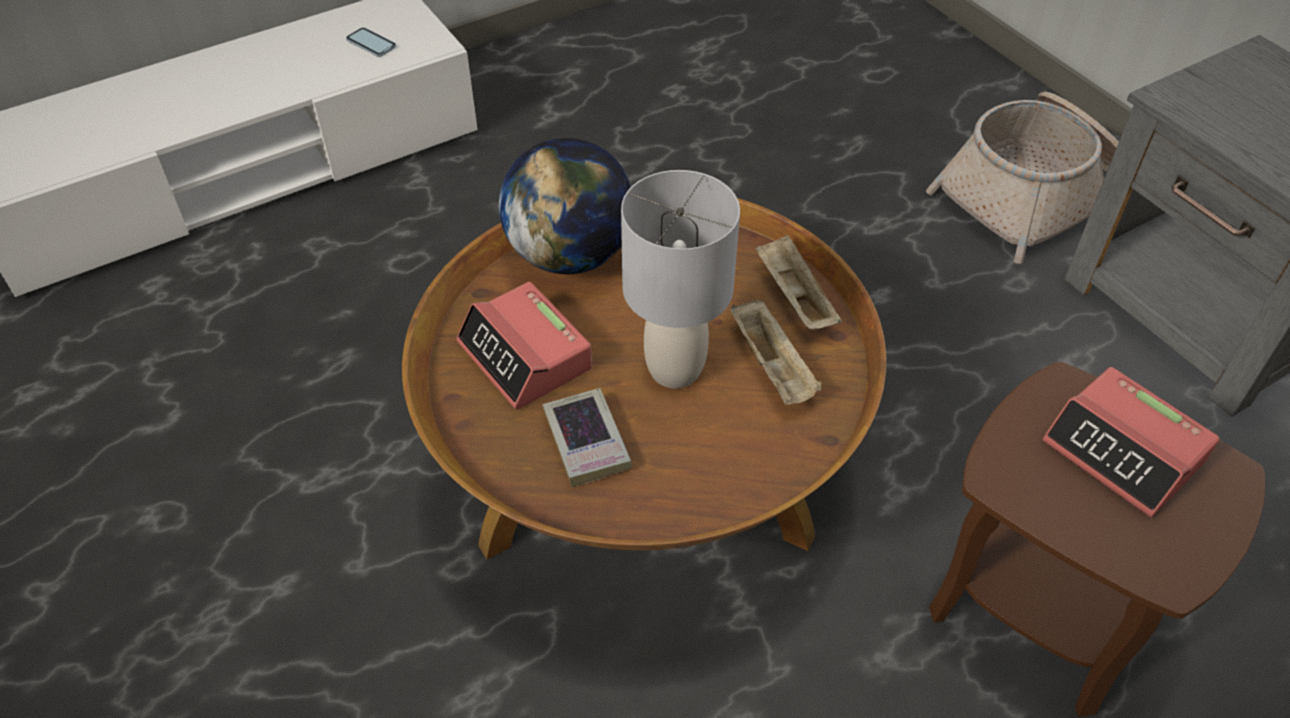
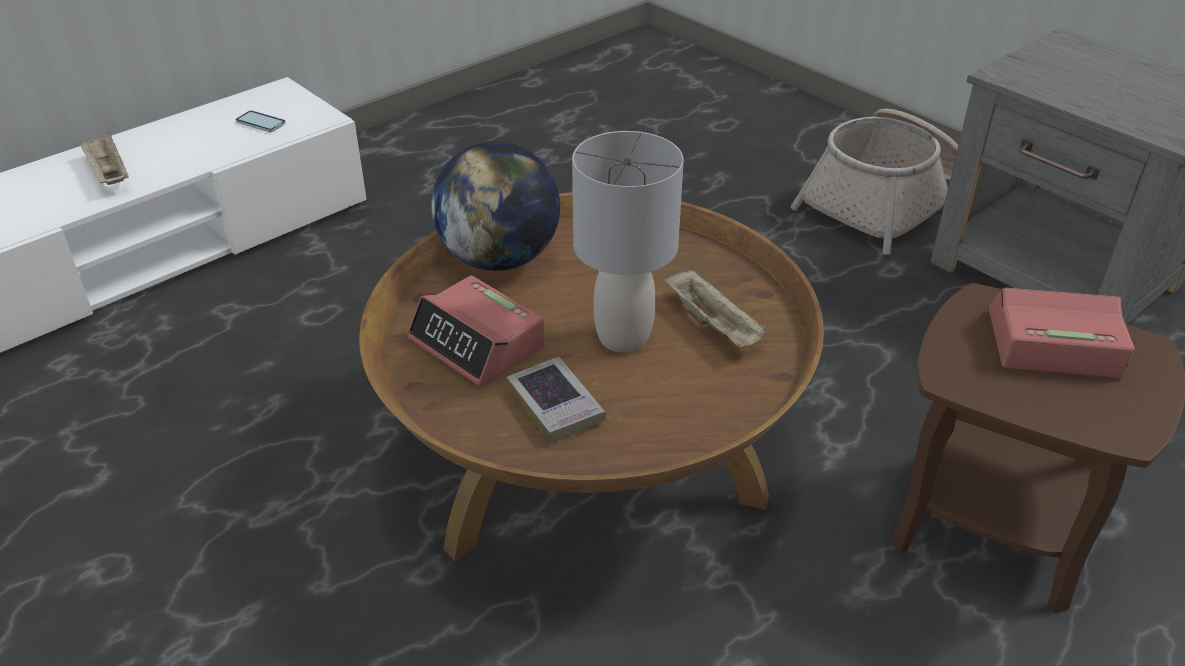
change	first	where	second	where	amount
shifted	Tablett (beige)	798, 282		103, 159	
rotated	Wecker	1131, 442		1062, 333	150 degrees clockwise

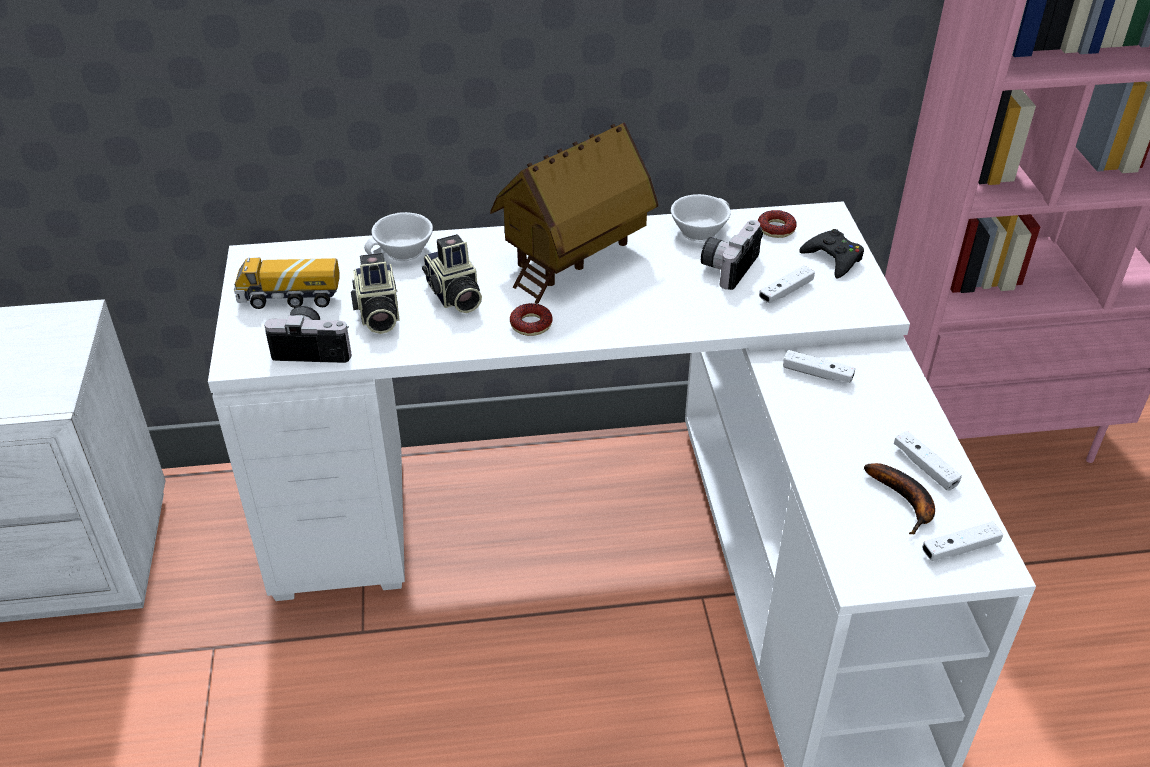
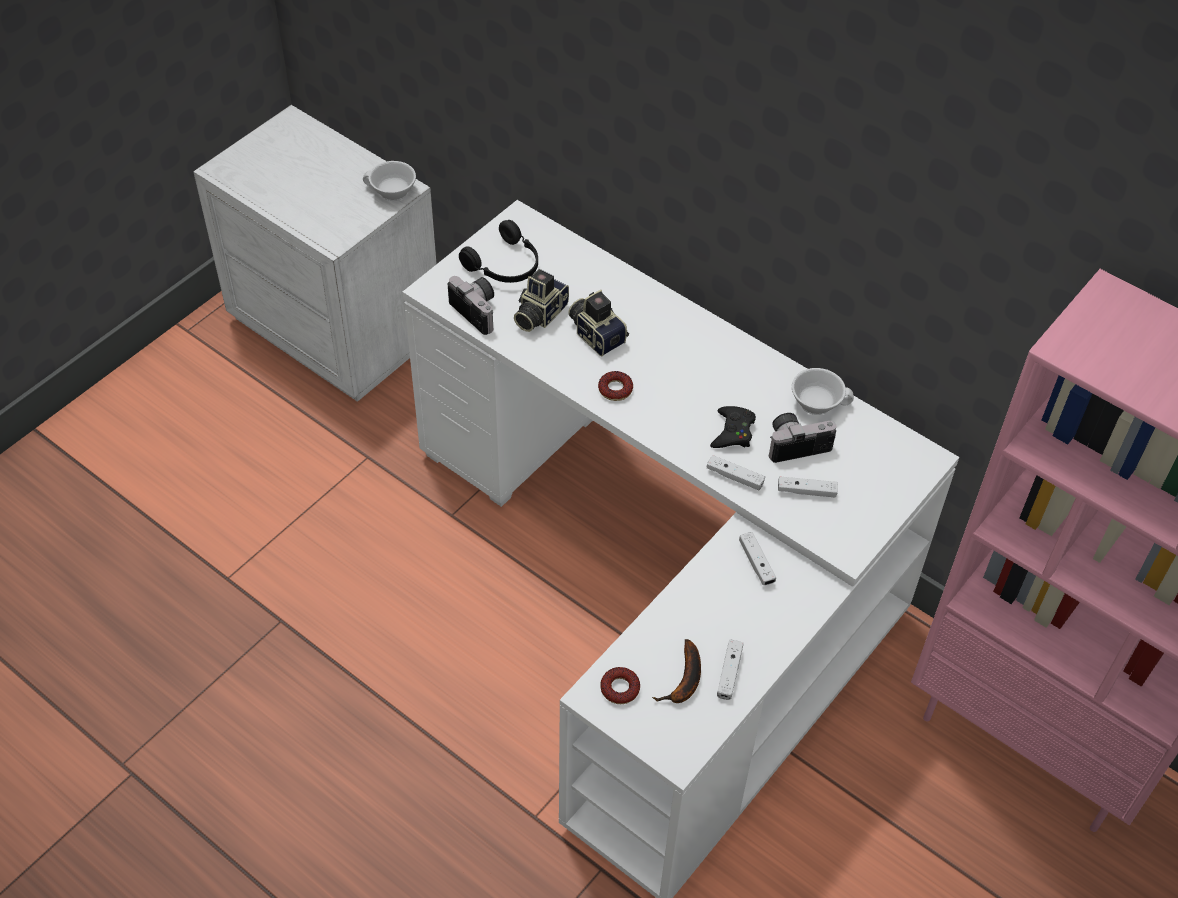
change	first	where	second	where	amount
gone	Spielzeughaus	574, 213			
shifted	Tasse (weiß)	398, 236		389, 181	
shifted	Donut	777, 224		620, 685	
shifted	Gamepad (schwarz)	831, 253		733, 427	
shifted	Gamepad (weiß)	962, 541		736, 472	
swapped	Spielzeuglaster	287, 283	Kopfhörer (schwarz)	498, 251	
rotated	Kamera	452, 273		598, 323	120 degrees clockwise

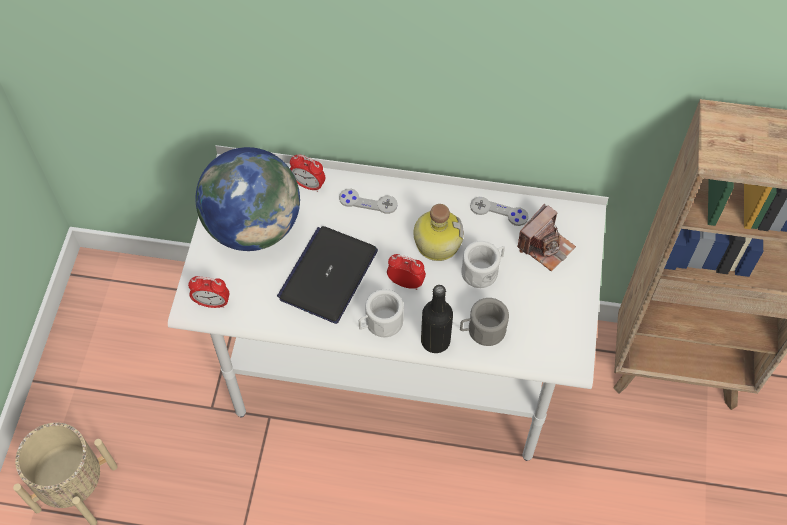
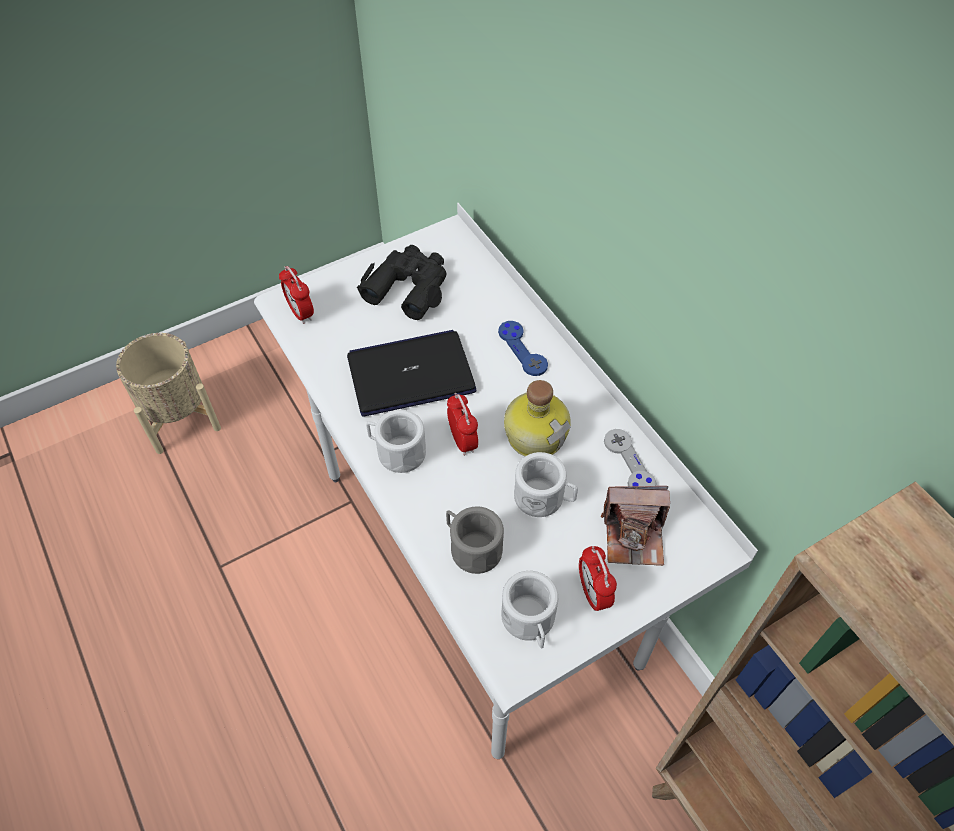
change	first	where	second	where	amount
gone	Flasche (schwarz)	437, 319			
new			Henkelbecher (weiß)	529, 609	
shifted	Wecker	307, 173		598, 578	
swapped	Globus	247, 199	Fernglas (schwarz)	401, 282	
repainted	Gamepad (grau)	368, 201	Gamepad (blau)	523, 348	

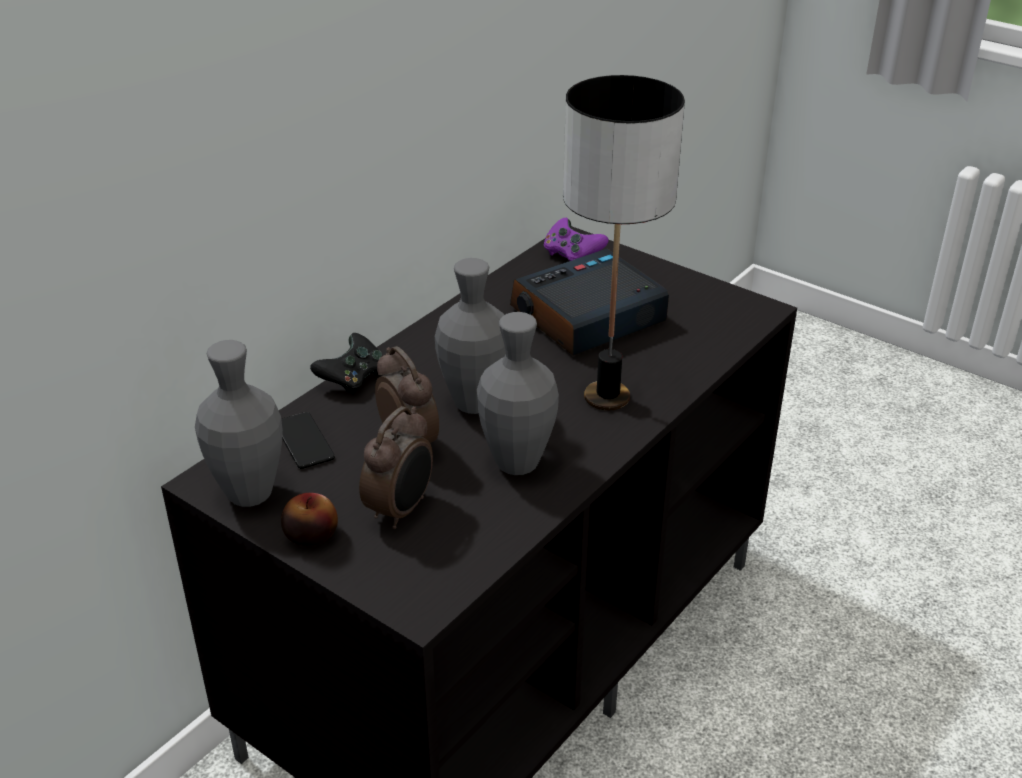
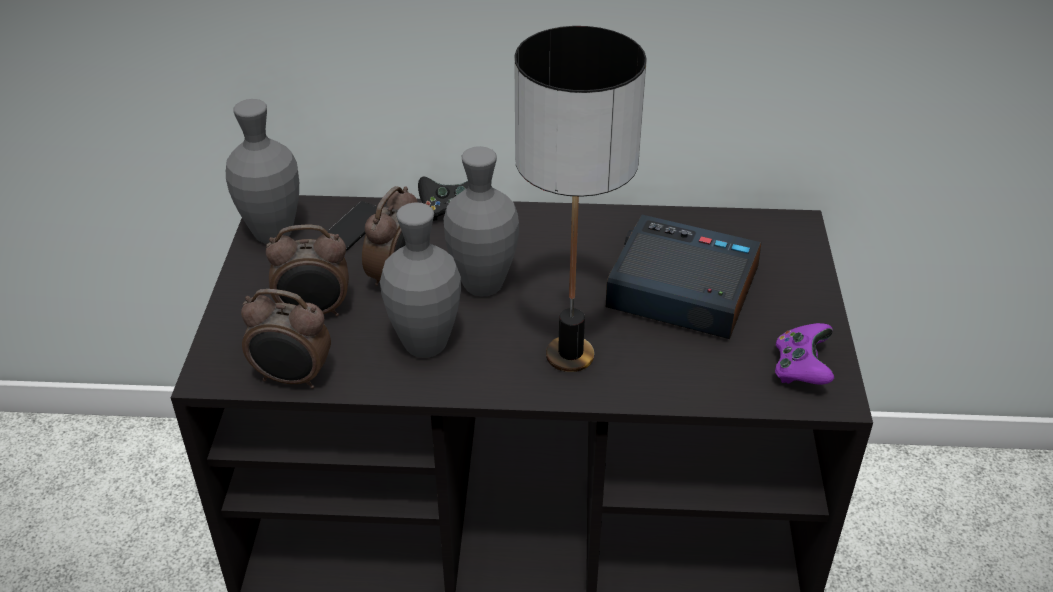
change	first	where	second	where	amount
gone	Apfel	309, 519			
new			Wecker	286, 339	
shifted	Gamepad (lila)	576, 239		804, 354	

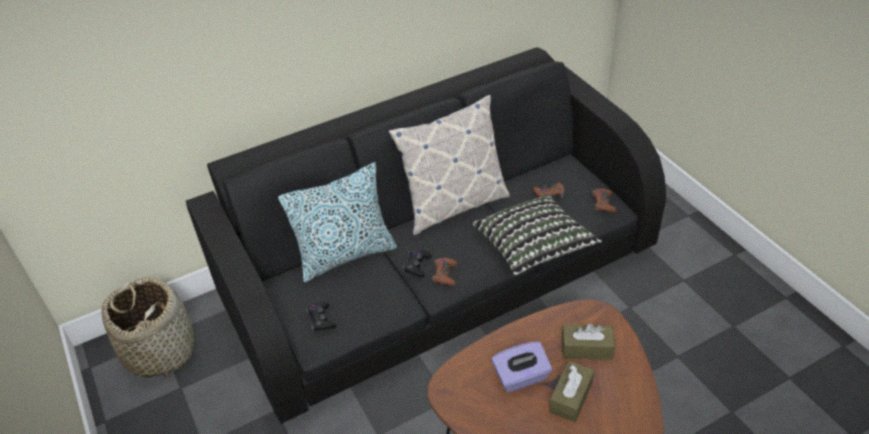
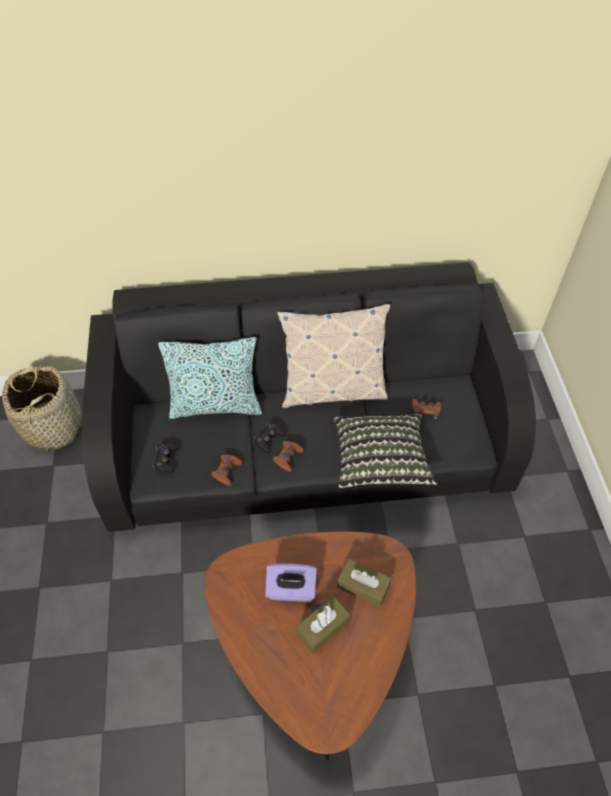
change	first	where	second	where	amount
shifted	Gamepad (braun)	604, 201		227, 470	

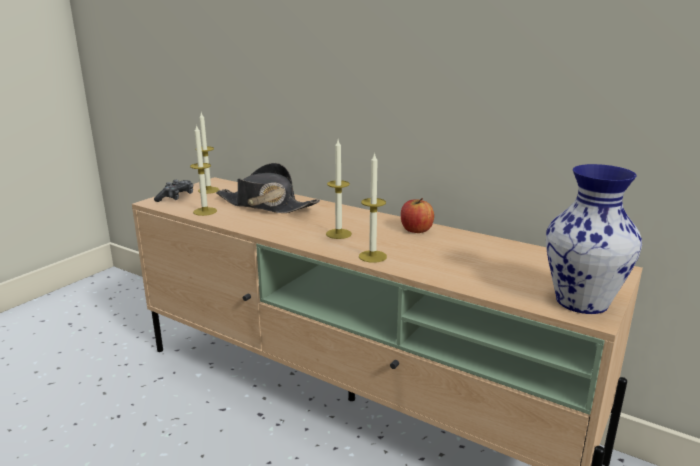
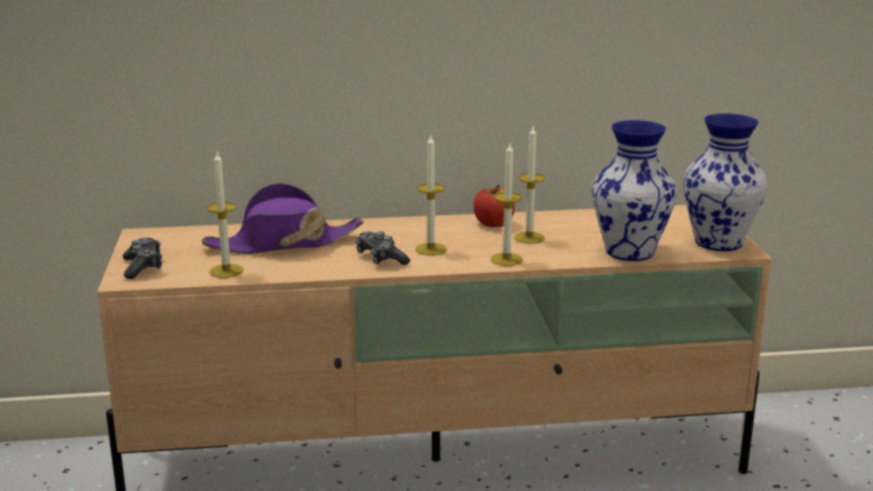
change	first	where	second	where	amount
new			Gamepad	382, 248	
new			Vase	634, 190	
shifted	Kerze	207, 153		529, 185	
repainted	Hut (schwarz)	268, 188	Hut (lila)	283, 218	

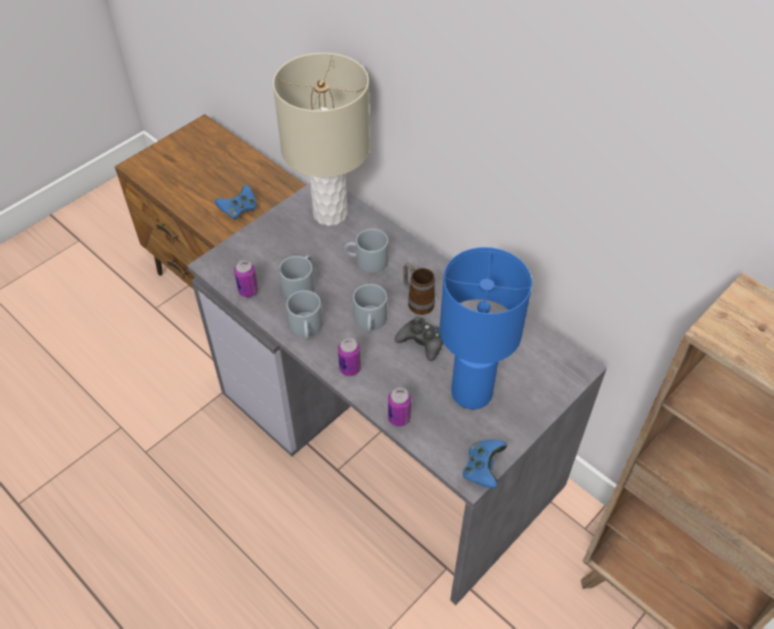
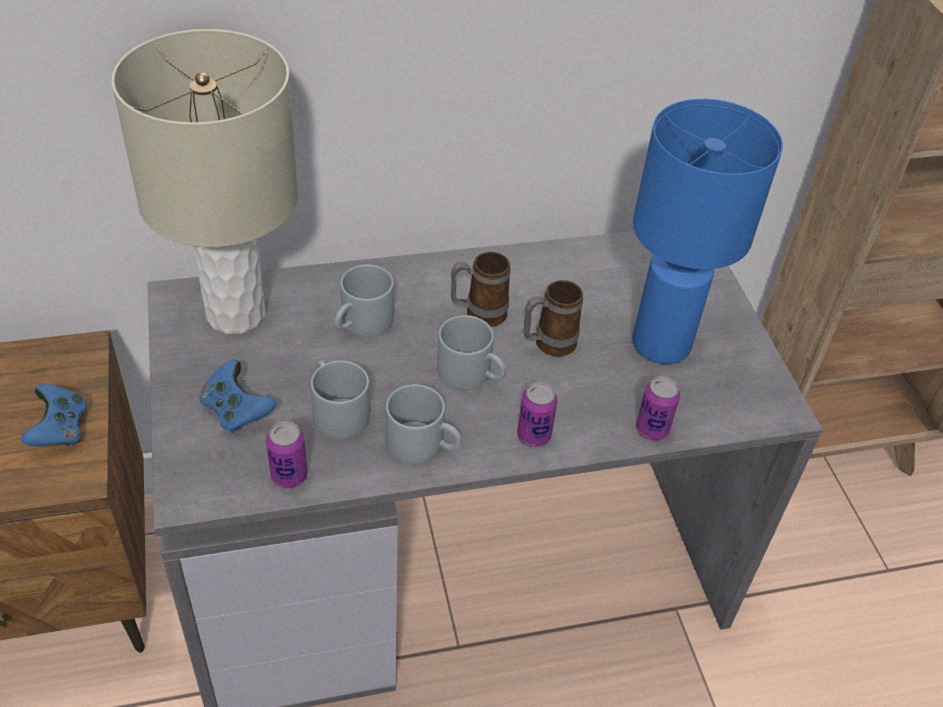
change	first	where	second	where	amount
shifted	Gamepad (blau)	485, 464		237, 396	
swapped	Gamepad (schwarz)	419, 338	Henkelbecher	553, 318	

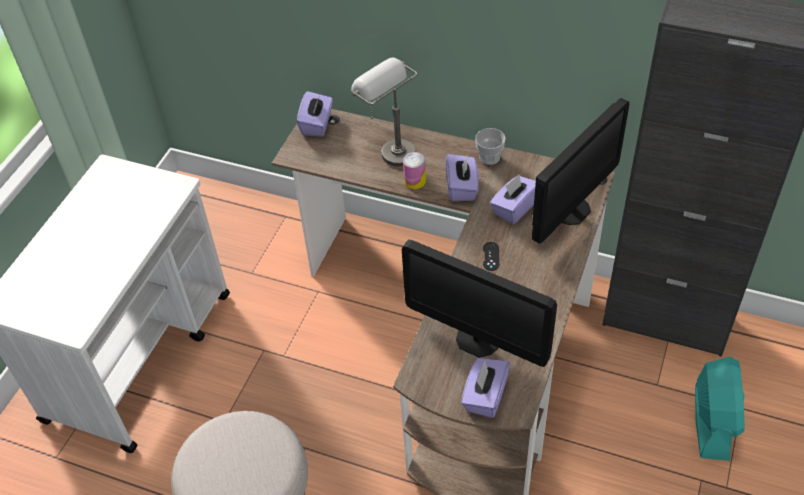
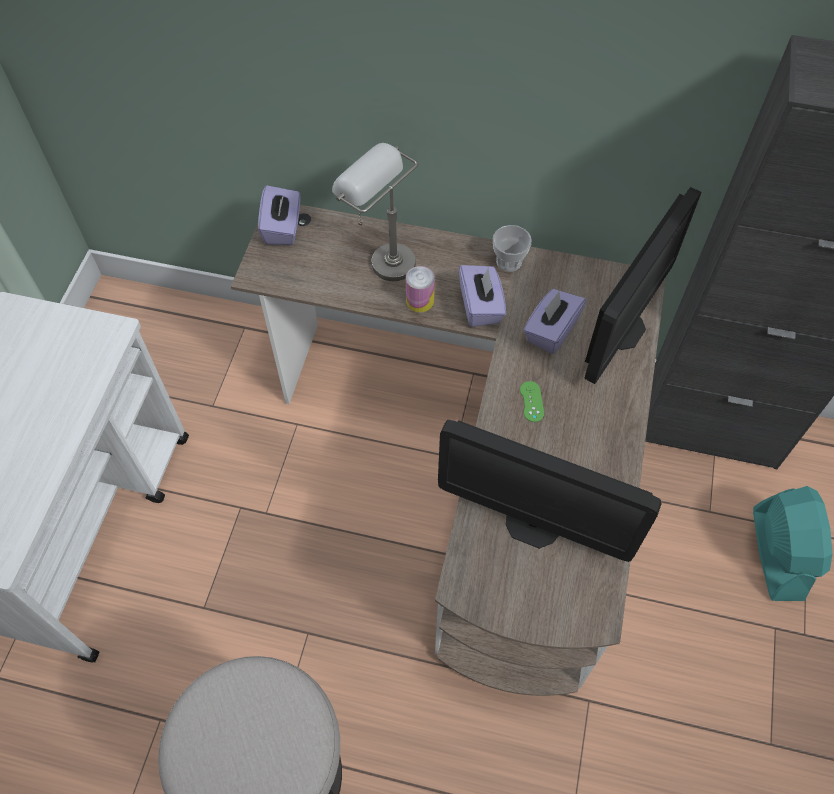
change	first	where	second	where	amount
gone	Taschentuchbox (lila)	485, 388			
repainted	Gamepad (schwarz)	491, 256	Gamepad (grün)	532, 401	

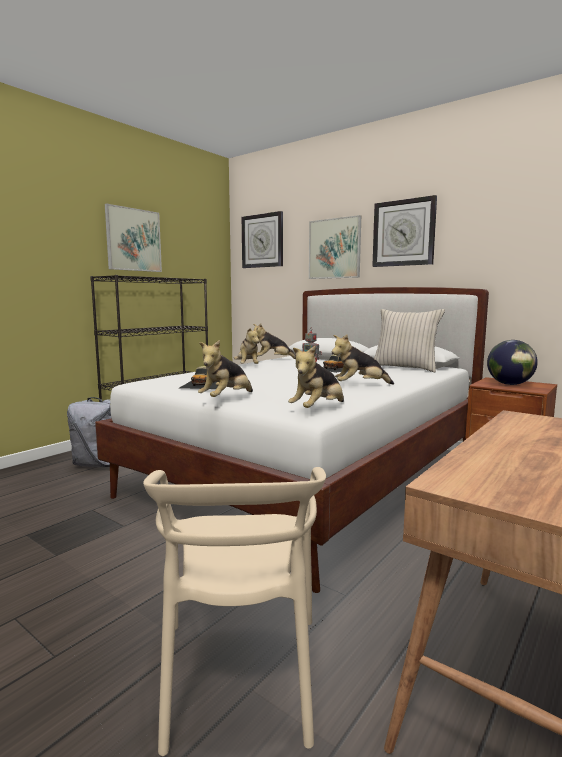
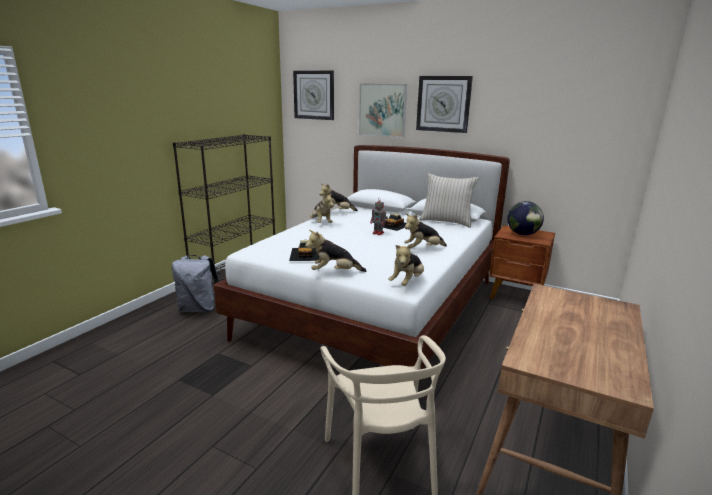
change	first	where	second	where	amount
gone	Bild	133, 238			
rotated	Plüschtier	225, 368		336, 251	60 degrees clockwise

